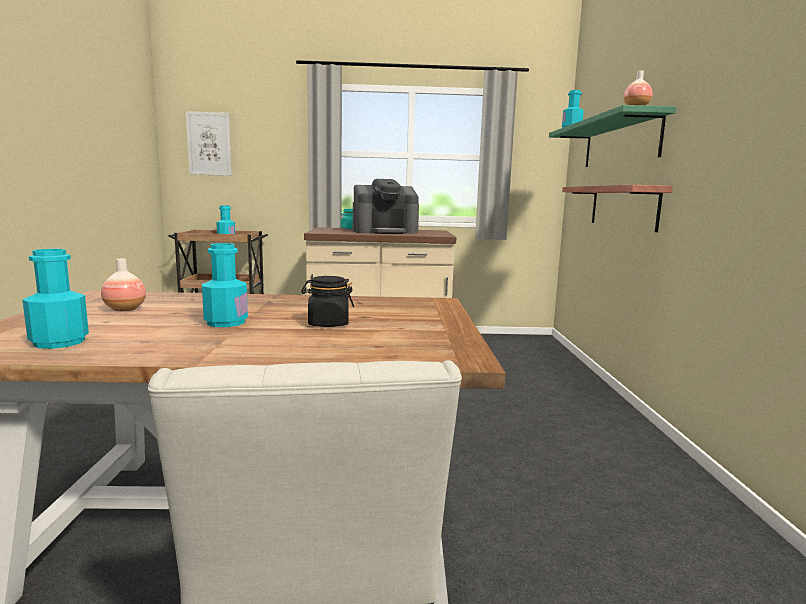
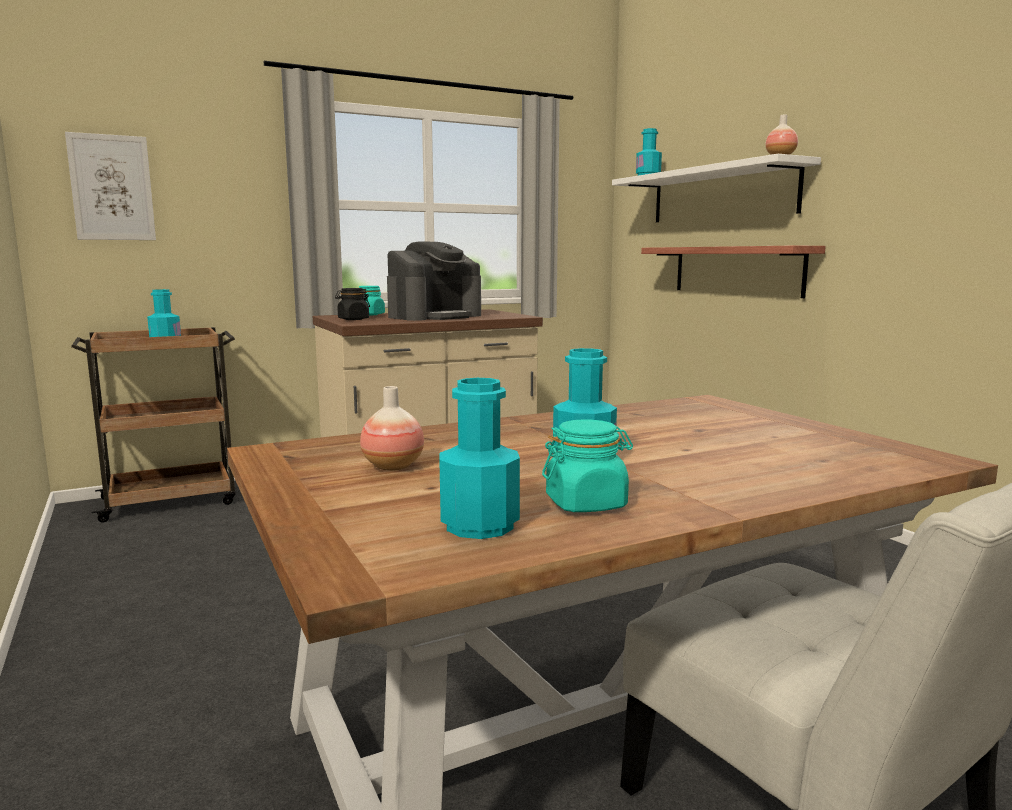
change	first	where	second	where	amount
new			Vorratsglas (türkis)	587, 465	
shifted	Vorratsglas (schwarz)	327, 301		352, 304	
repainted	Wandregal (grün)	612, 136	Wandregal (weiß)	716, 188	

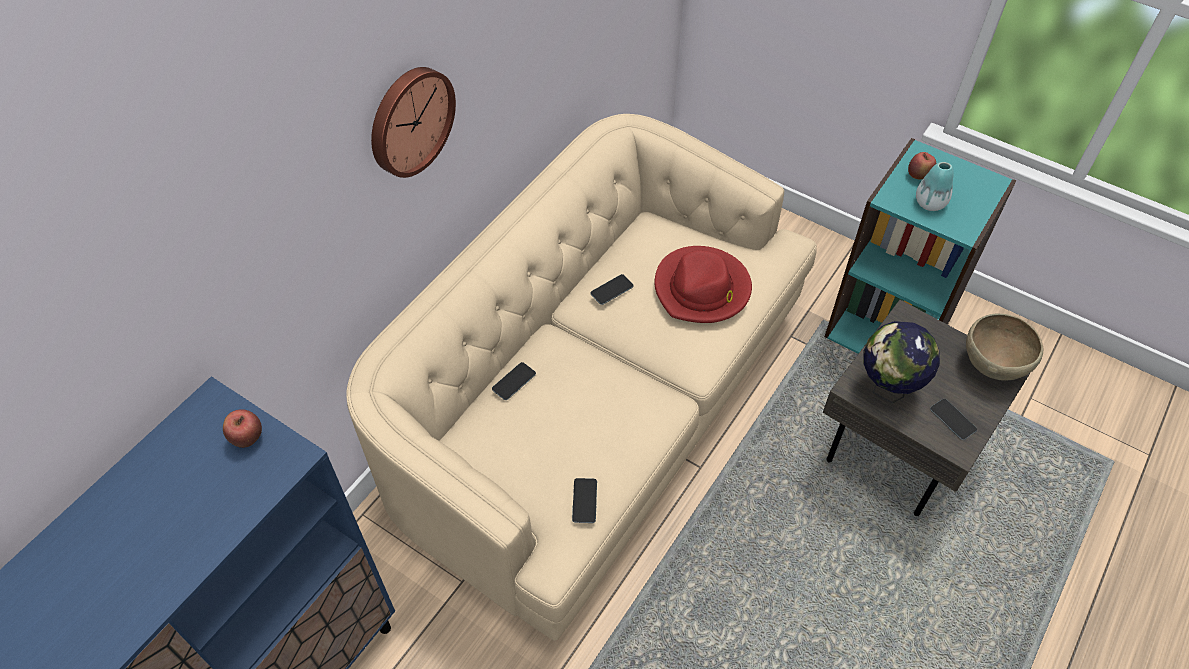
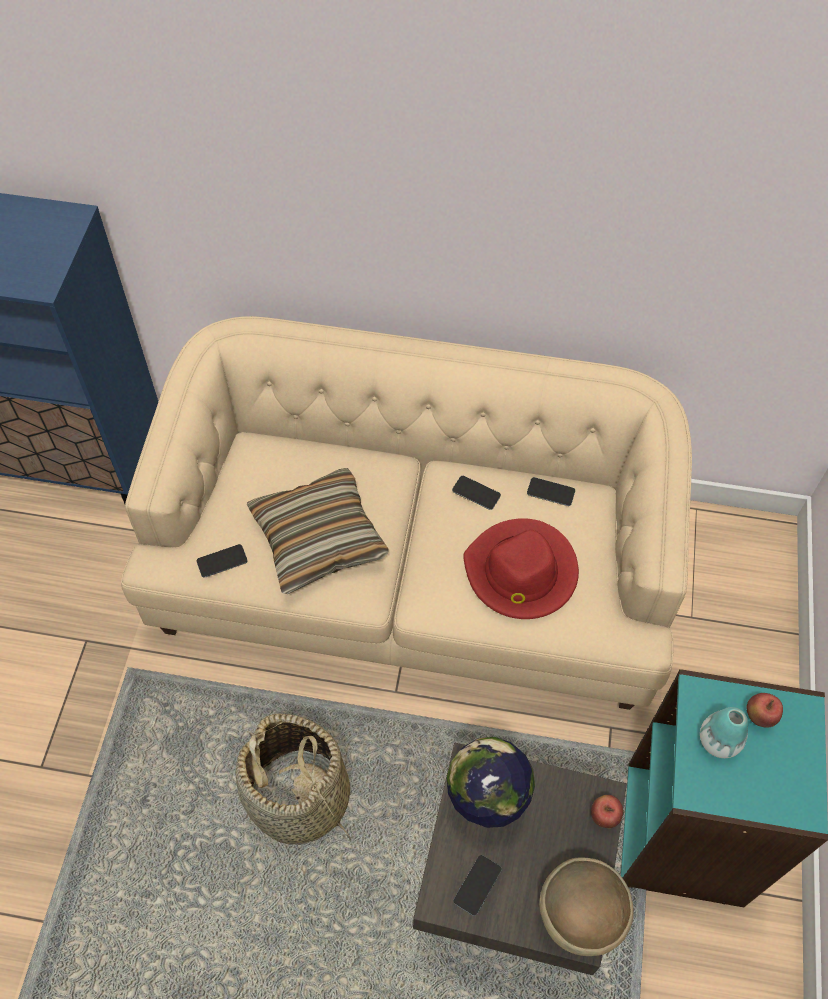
change	first	where	second	where	amount
gone	Wanduhr	413, 122			
new			Korb	293, 779	
new			Kissen	318, 531	
shifted	Apfel	242, 428		607, 811	
shifted	Handy	514, 381		551, 491	

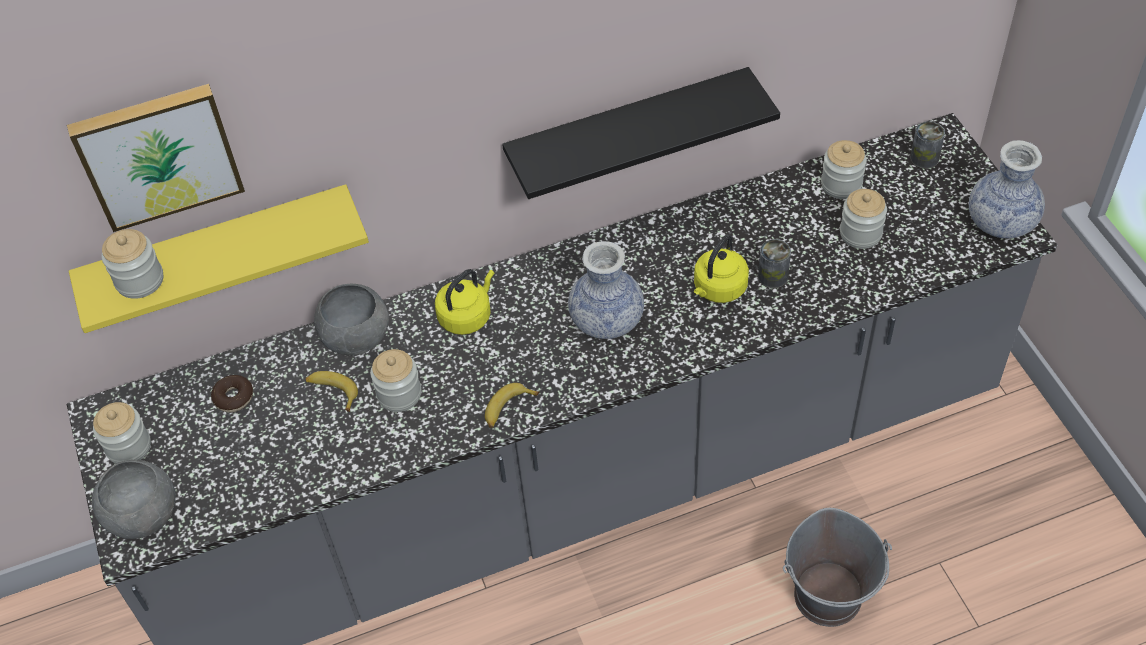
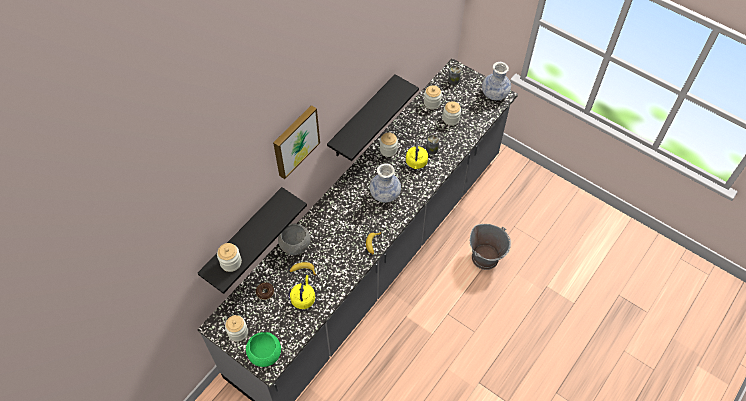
change	first	where	second	where	amount
shifted	Bild	156, 158		296, 142	
shifted	Vorratsglas	395, 380		389, 145	
shifted	Wasserkessel (gelb)	464, 302		302, 292	
repainted	Wandregal (gelb)	219, 258	Wandregal (schwarz)	252, 240	
repainted	Schüssel (grau)	134, 499	Schüssel (grün)	263, 349	

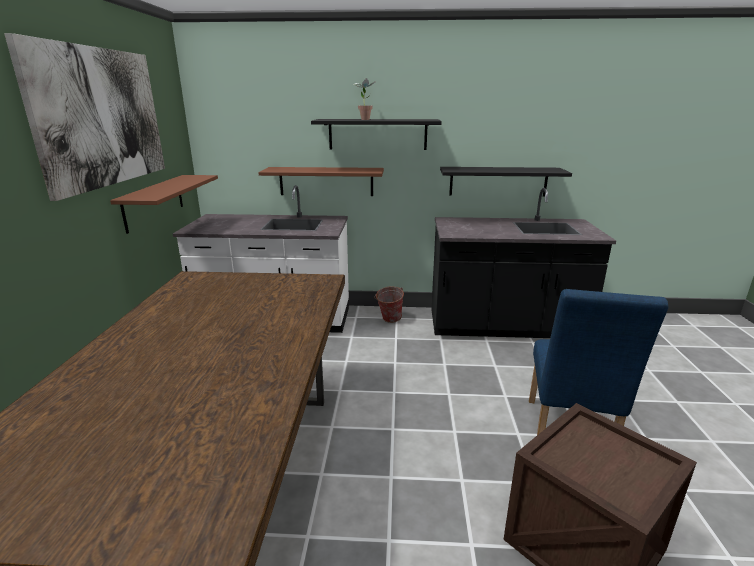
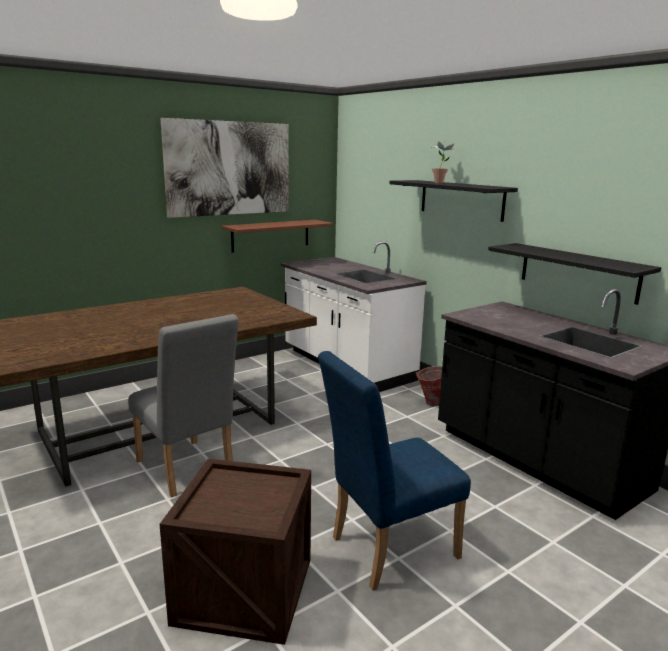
change	first	where	second	where	amount
gone	Wandregal (braun)	321, 181			
new			Stuhl (grau)	183, 405	

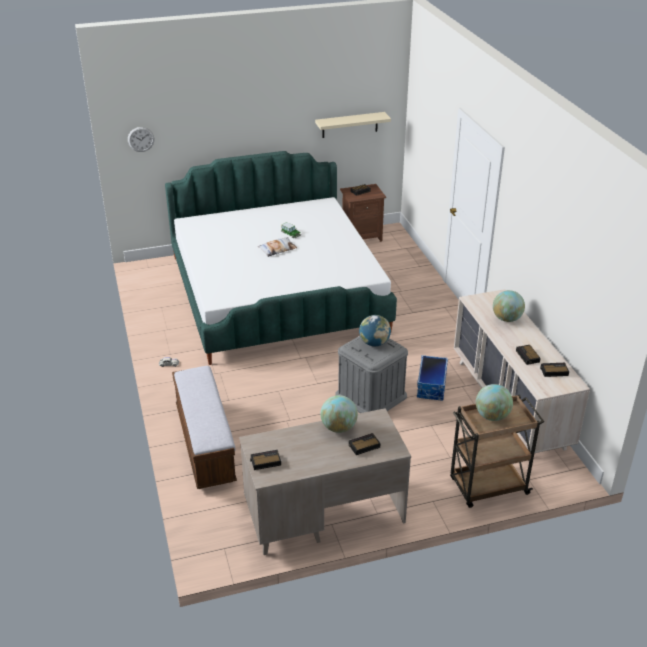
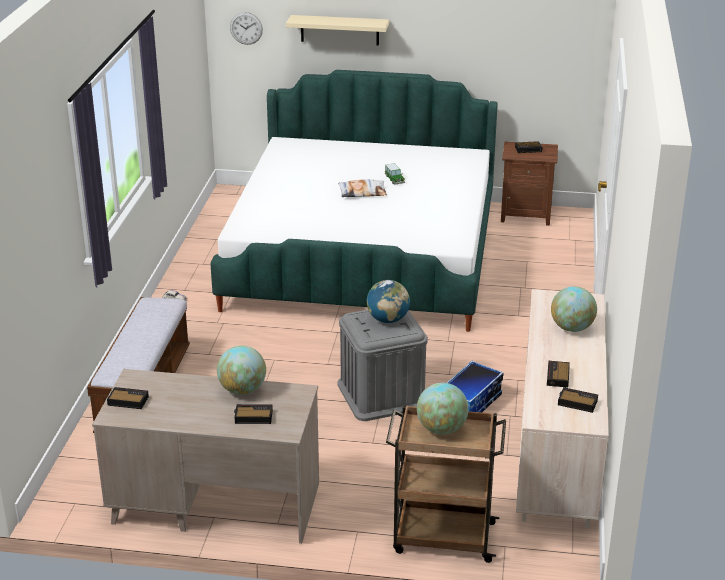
change	first	where	second	where	amount
shifted	Wandregal (beige)	353, 125		337, 30	

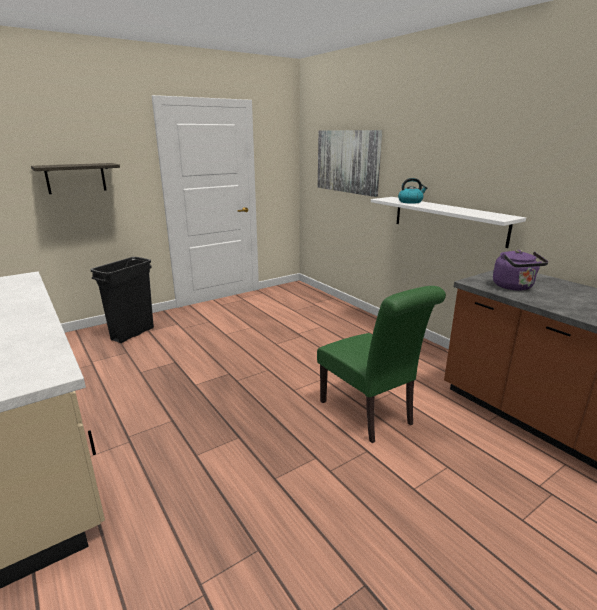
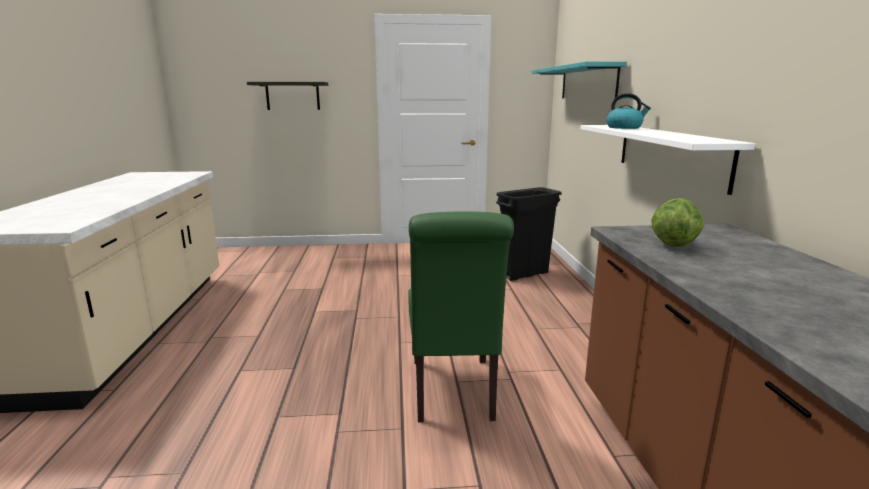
change	first	where	second	where	amount
shifted	Mülleimer (schwarz)	122, 300		529, 234	
swapped	Bild	350, 163	Wandregal (türkis)	579, 80	
swapped	Wasserkessel (lila)	520, 270	Salatkopf	677, 222	

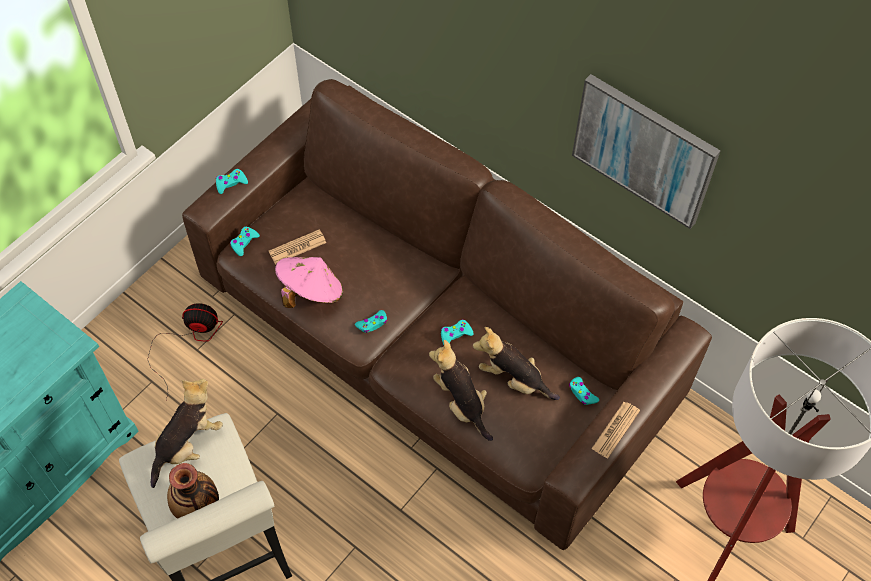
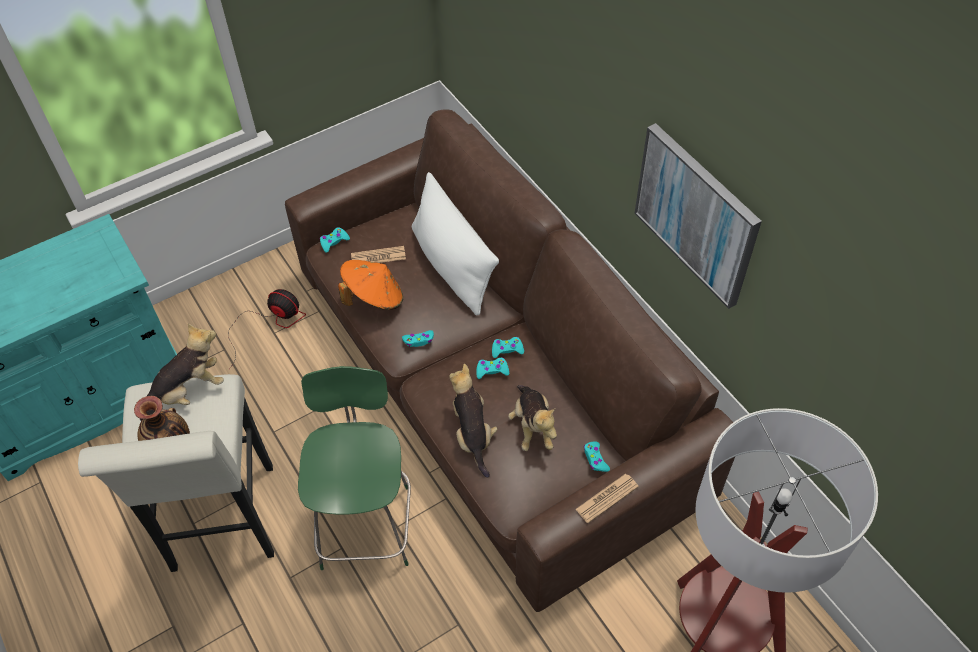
change	first	where	second	where	amount
new			Hocker (grün)	354, 468	
new			Kissen (weiß)	455, 243	
shifted	Gamepad (türkis)	232, 181		508, 347	
repainted	Hut (rosa)	309, 282	Hut (orange)	370, 285	
rotated	Plüschtier	516, 363		532, 418	150 degrees counterclockwise

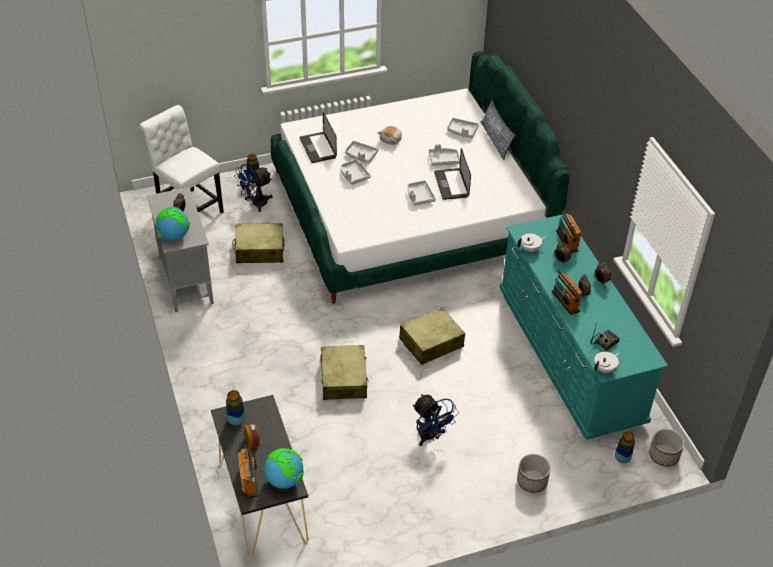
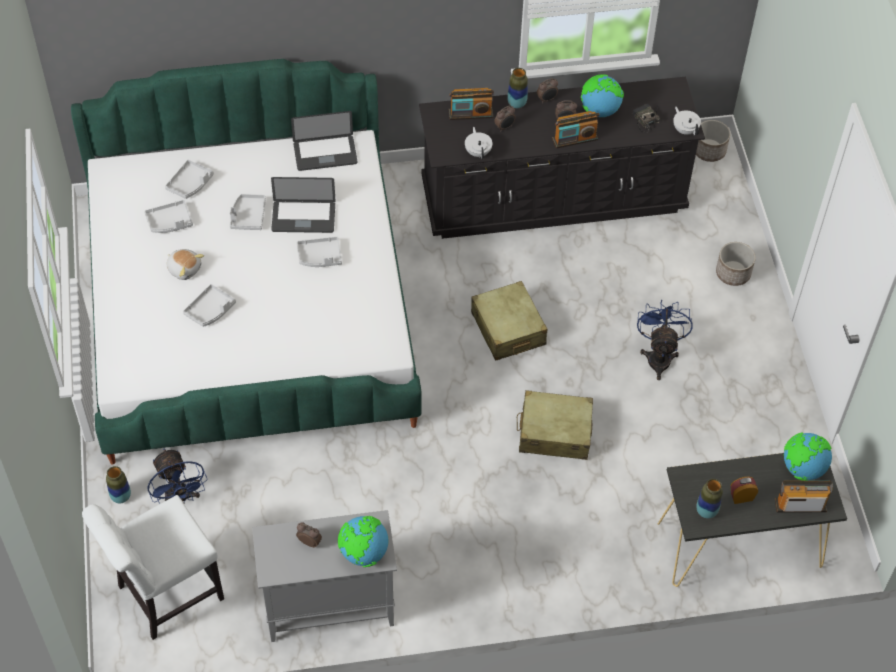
change	first	where	second	where	amount
gone	Koffer (beige)	258, 243			
gone	Kissen	498, 130			
new			Globus	602, 96	
shifted	Laptop	318, 137		324, 141	
shifted	Tablett (grau)	356, 172		168, 216	
shifted	Vase	625, 447		517, 88	
repainted	Kommode (türkis)	583, 327	Kommode (schwarz)	562, 158	
rotated	Ventilator (blau)	436, 420		665, 340	60 degrees counterclockwise

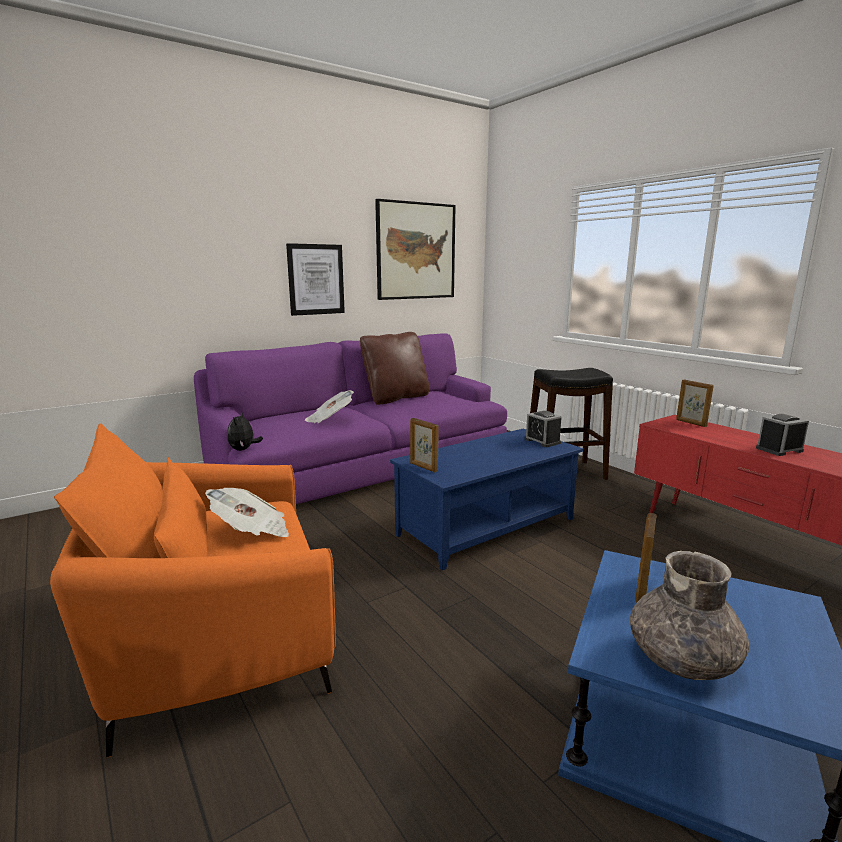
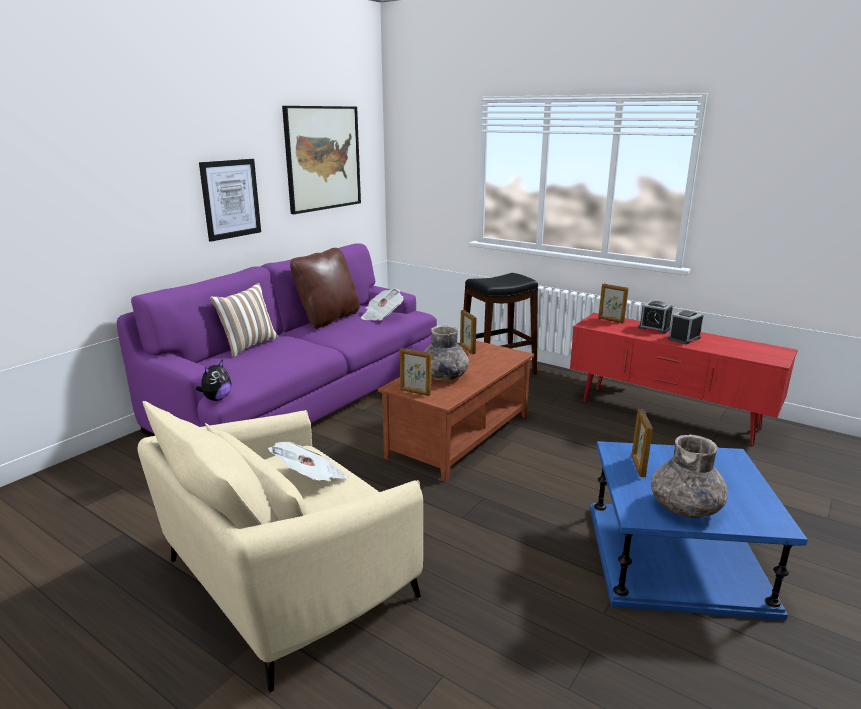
change	first	where	second	where	amount
new			Kissen	244, 320	
new			Vase (grau)	446, 353	
new			Bilderrahmen	468, 332	
shifted	Zeitung	329, 406		382, 304	
shifted	Wecker	543, 429		655, 317	
repainted	Sessel (orange)	193, 590	Sessel (beige)	280, 547	
repainted	Couchtisch (blau)	486, 499	Couchtisch (braun)	456, 411	
rotated	Plüschtier	245, 431		213, 380	135 degrees counterclockwise

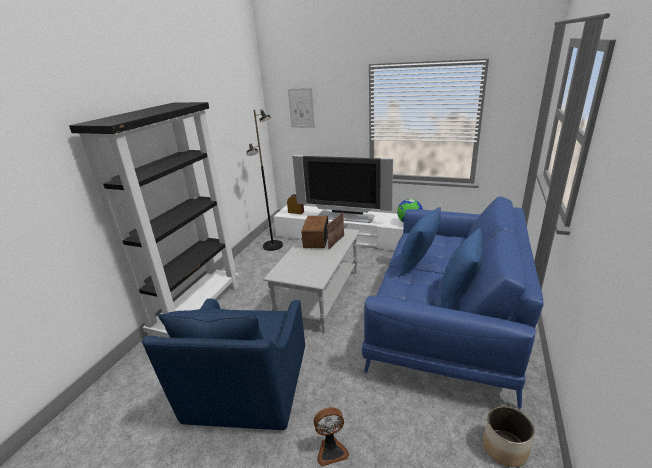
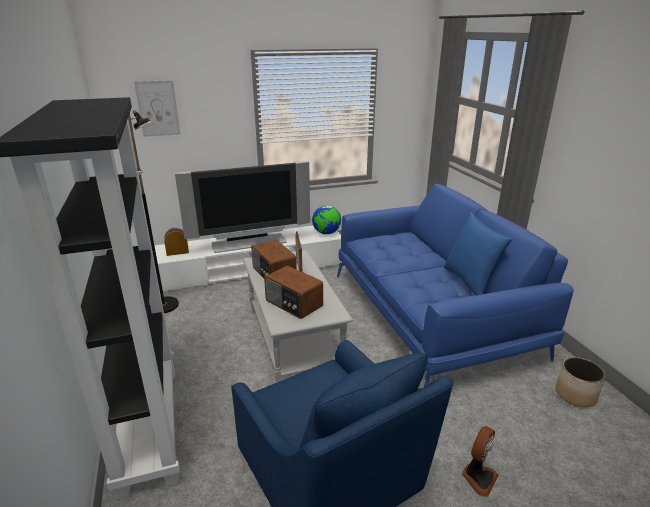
change	first	where	second	where	amount
gone	Kissen (blau)	419, 242			
new			Radio	293, 292	

